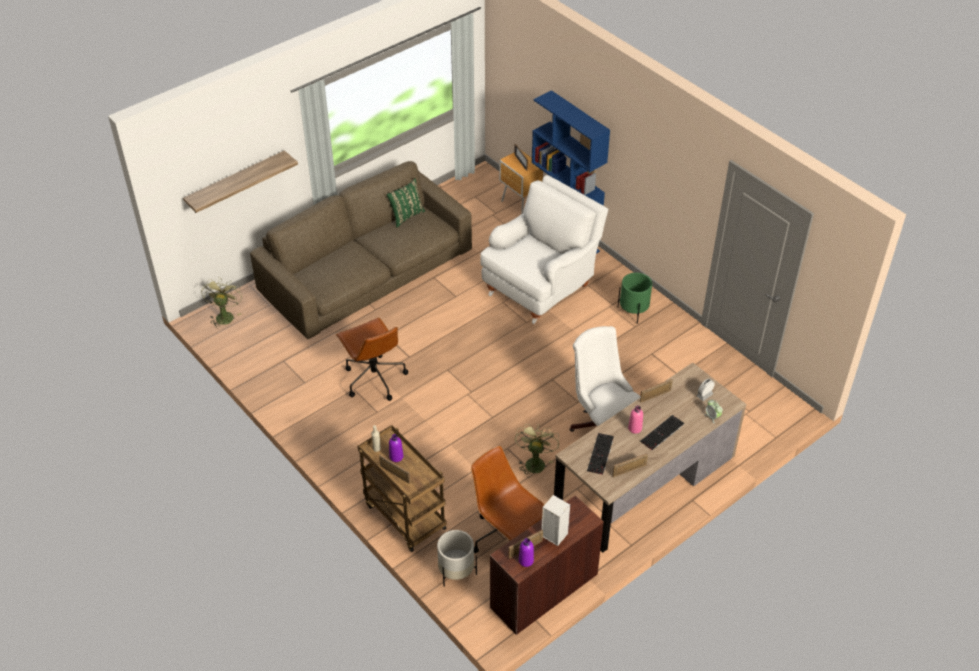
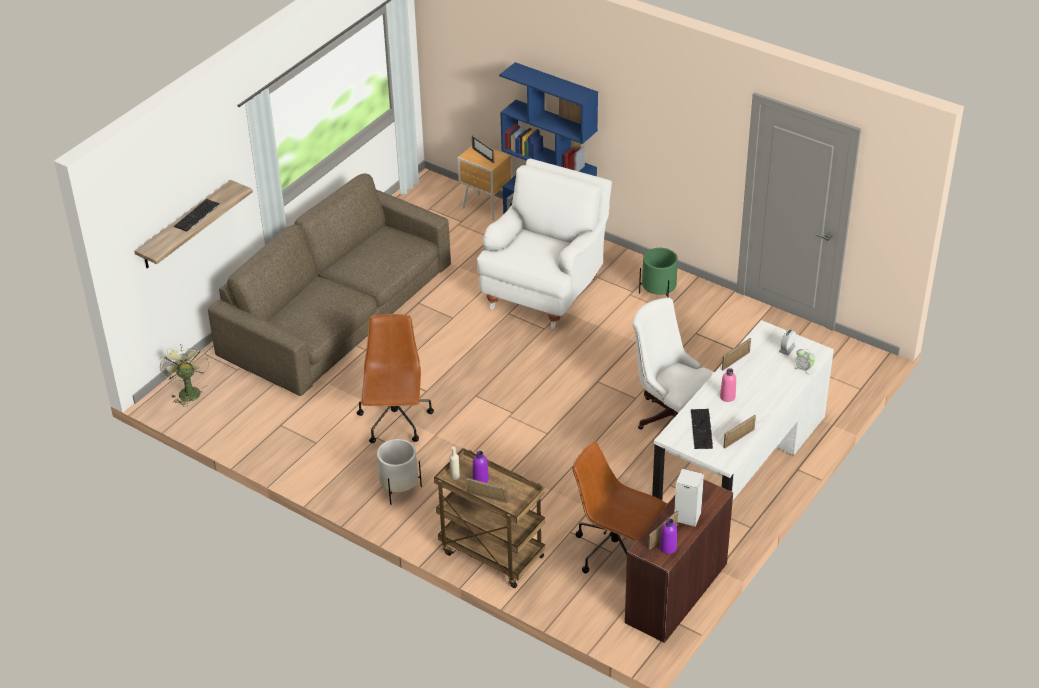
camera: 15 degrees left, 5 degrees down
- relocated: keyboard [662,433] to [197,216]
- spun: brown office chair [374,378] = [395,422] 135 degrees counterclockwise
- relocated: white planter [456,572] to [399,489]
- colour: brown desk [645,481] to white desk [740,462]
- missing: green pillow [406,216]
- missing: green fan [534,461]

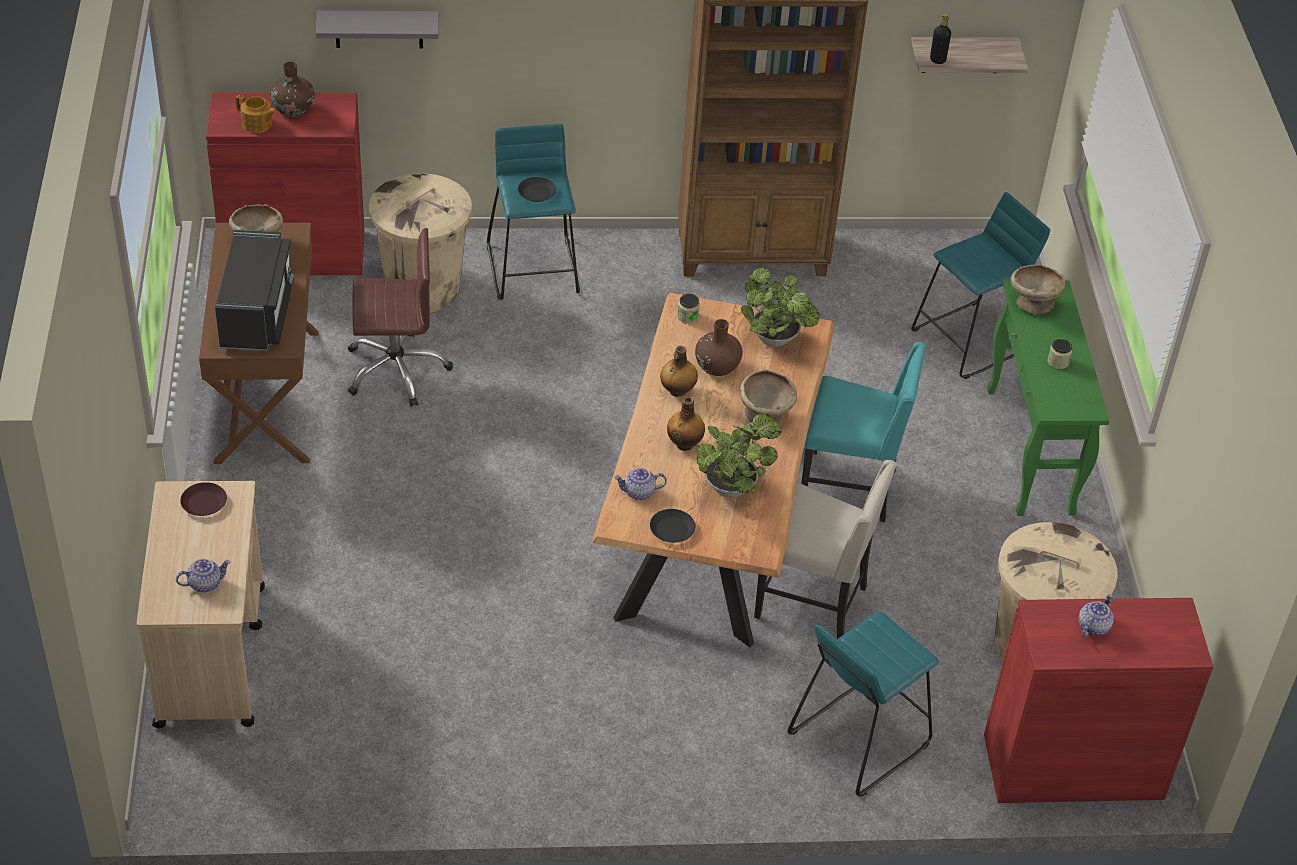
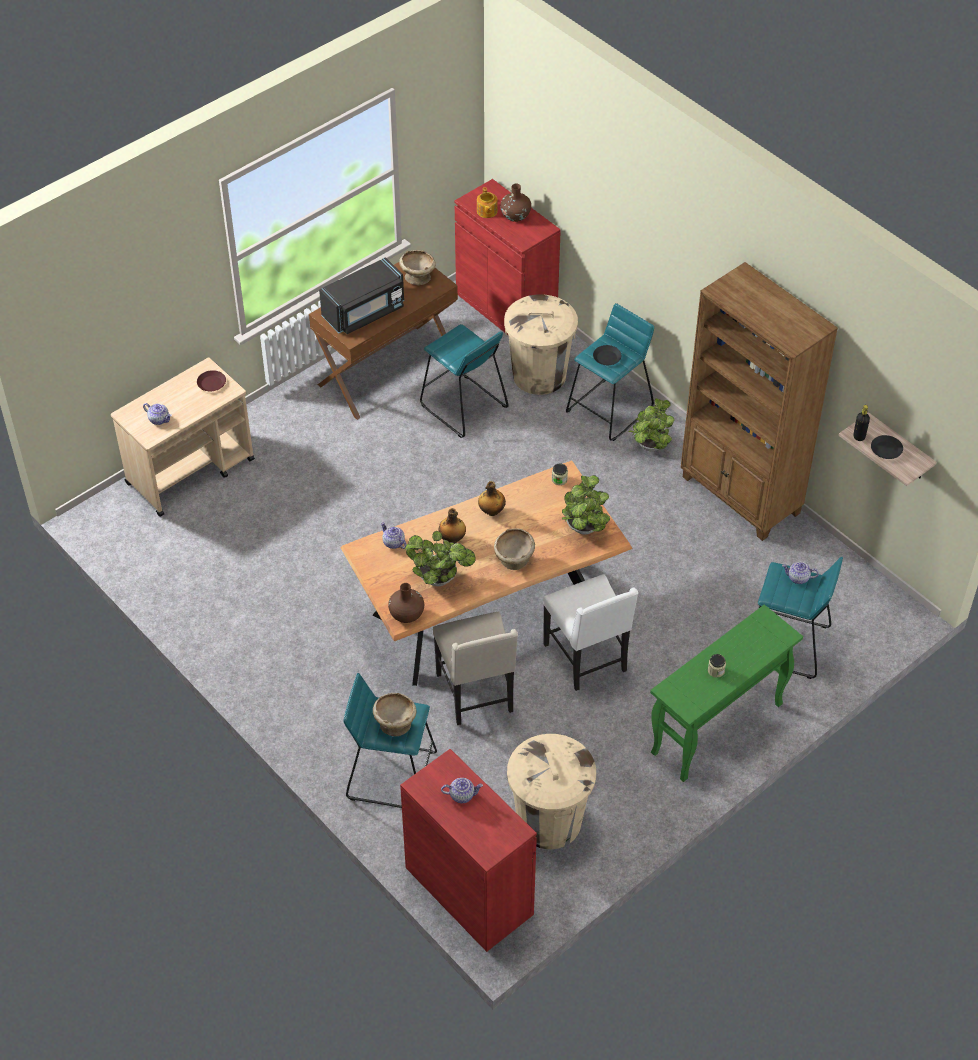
camera: 55 degrees right, 5 degrees up
- relocated: beige bowl [1032,303] to [395,723]
- relocated: brown vase [717,367] to [406,614]
- exchanged: brown office chair [396,369] to turquoise stool [463,406]
- colour: turquoise chair [850,488] to white chair [587,658]
- appeared: potted plant [650,447]
- appeared: teapot [798,578]
- relocated: black plate [672,529] to [886,449]
- missing: grey shelf [379,29]

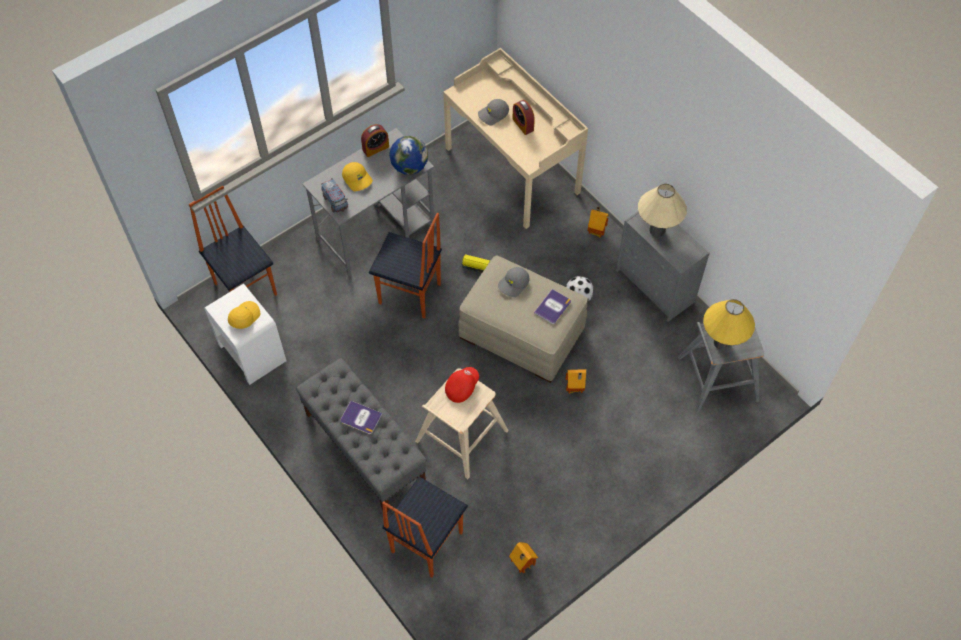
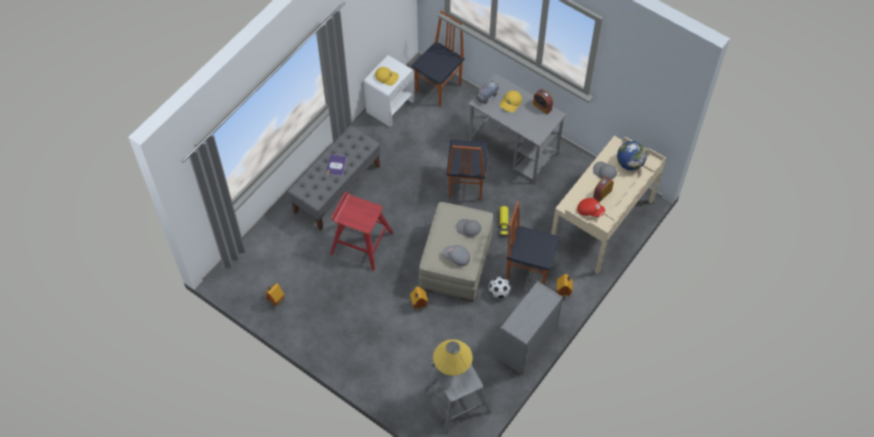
camera: 75 degrees right, 0 degrees up
- colour: beige stool [461,436] to red stool [361,243]
- exchanged: book [553,307] to grey cap [456,258]
- relocated: chair [425,542] to [528,269]
- relocated: red cap [461,387] to [590,210]
- relocated: globe [409,167] to [629,163]
- missing: beige table lamp [657,230]

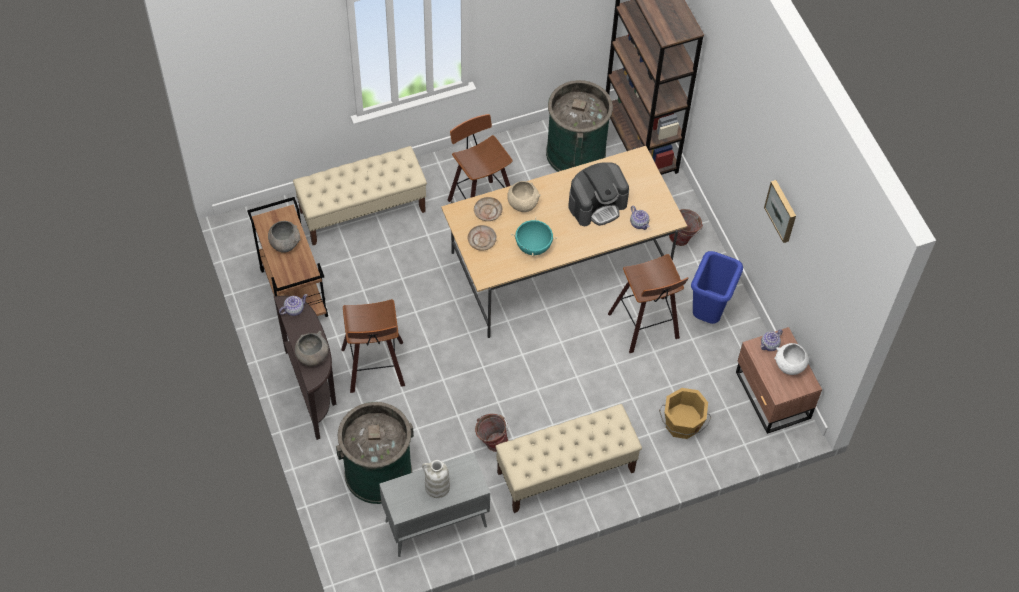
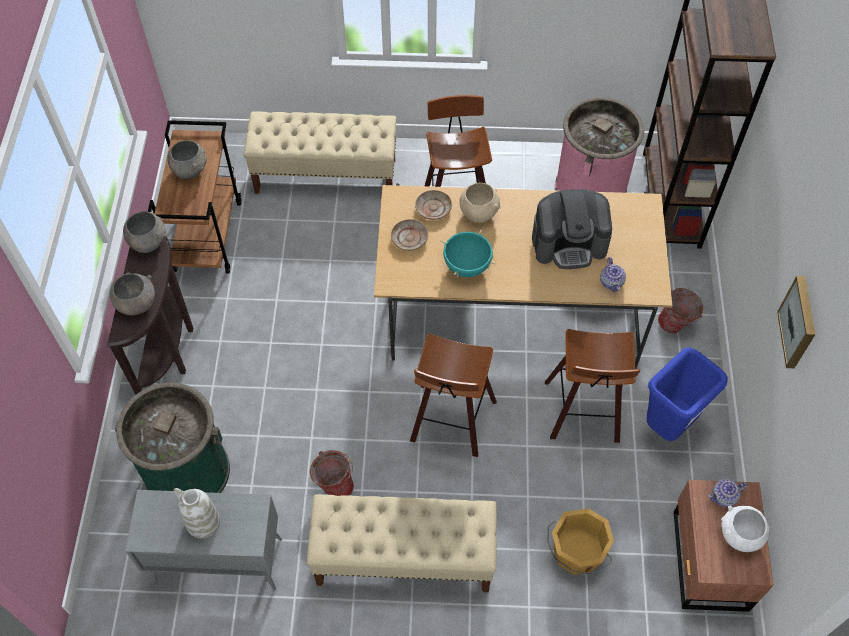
camera: 25 degrees right, 0 degrees up
- exchanged: teapot [294,309] to grey bowl [148,243]
- relocated: stool [375,369] to [451,423]
- colour: green trash can [575,153] to pink trash can [590,189]

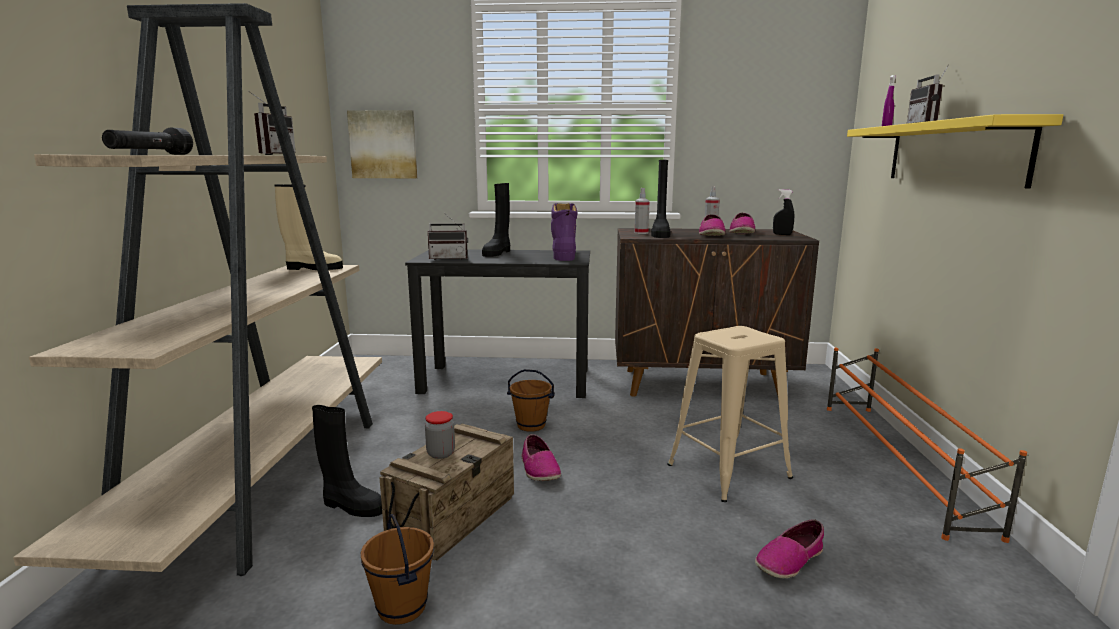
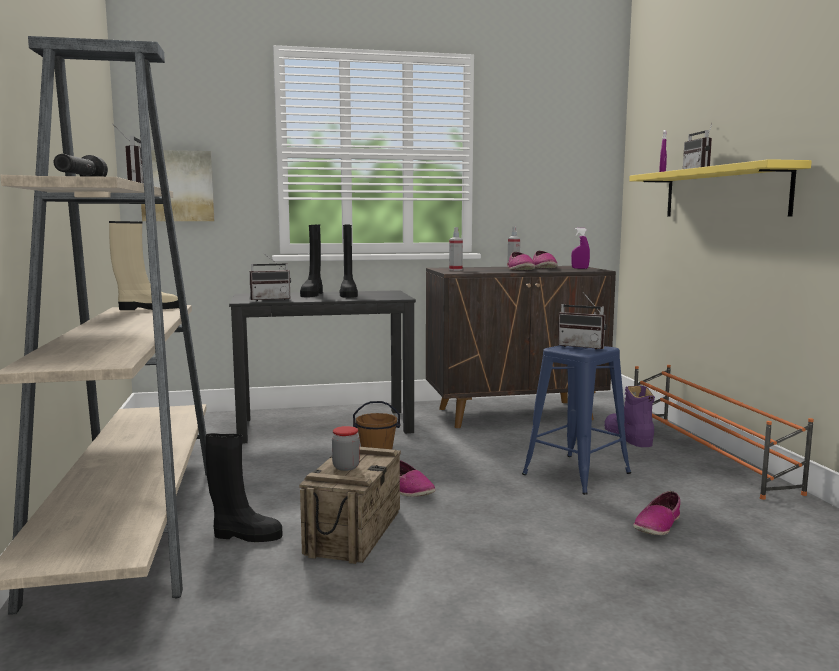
camera: 15 degrees left, 5 degrees down
- relocated: black boot [660,234] to [348,295]
- colour: beige stool [729,471] to blue stool [576,474]
- appeared: radio [582,346]
- colour: black spray bottle [782,234] to purple spray bottle [580,268]
- relocated: purple boot [564,255] to [628,436]
- missing: brown bucket [401,608]

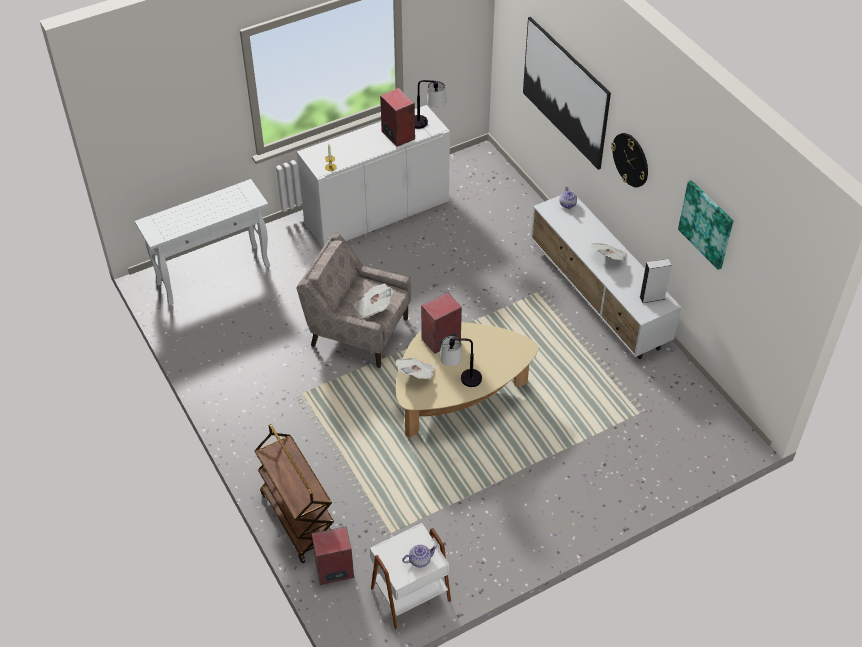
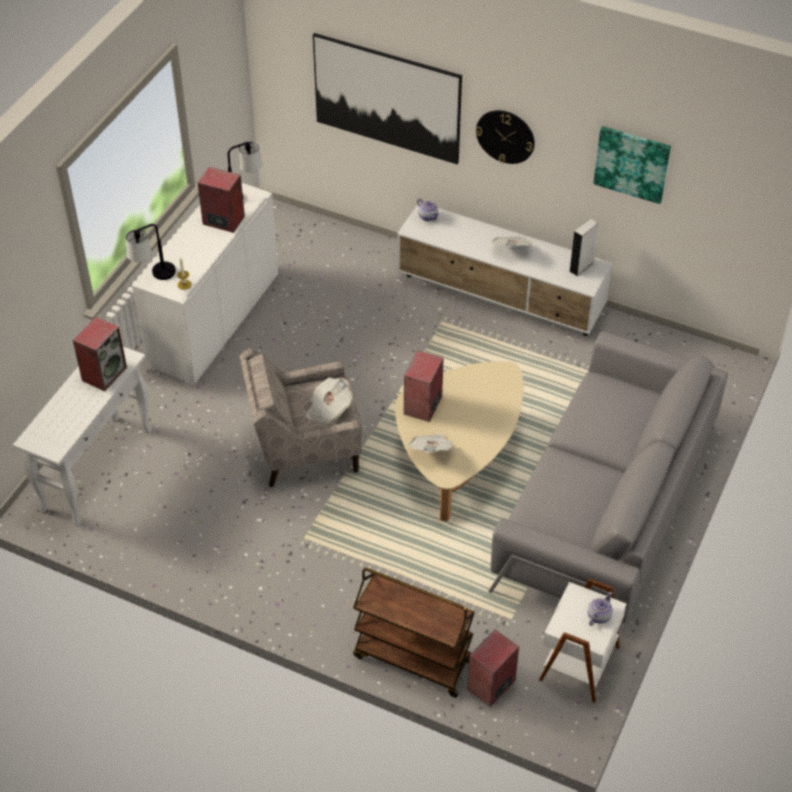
camera: 35 degrees left, 0 degrees up
- appeared: speaker [104,373]
- relocated: table lamp [460,379] to [154,277]
- appeared: grey sofa [606,506]

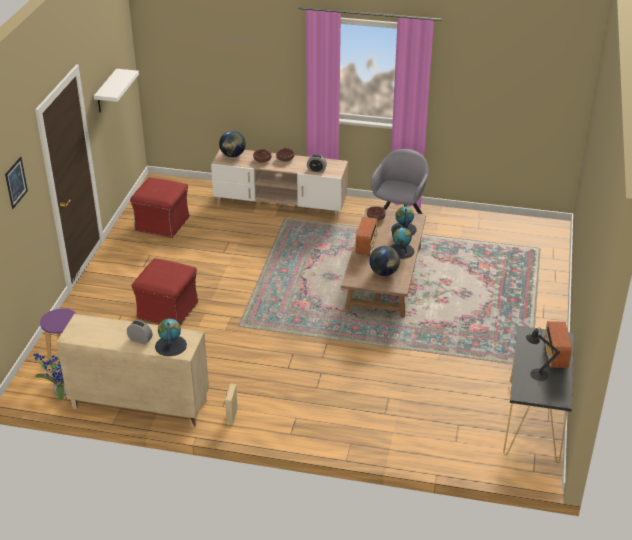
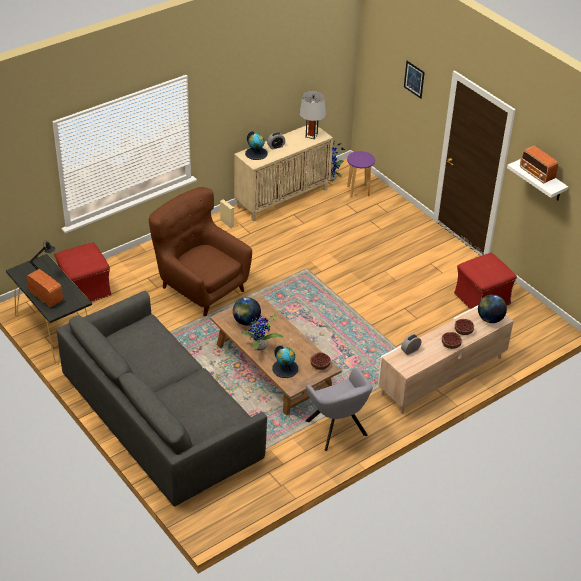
camera: 130 degrees right, 5 degrees up
- relocated: red ottoman [167,311] to [85,289]
- appeared: grey sofa [160,414]
- appeared: brown armchair [201,287]
- exchanged: globe [401,251] to potted plant [260,347]
- appeared: grey table lamp [311,135]
- relocated: radio [366,245] to [537,174]

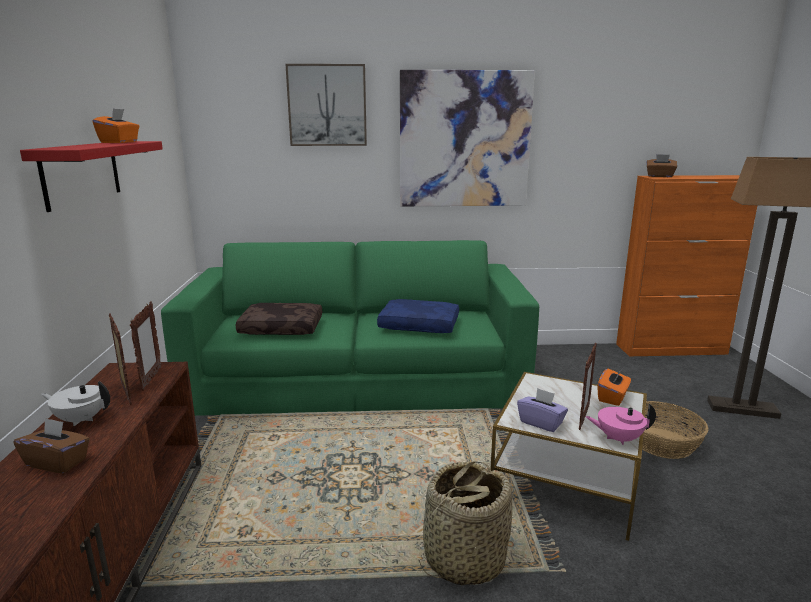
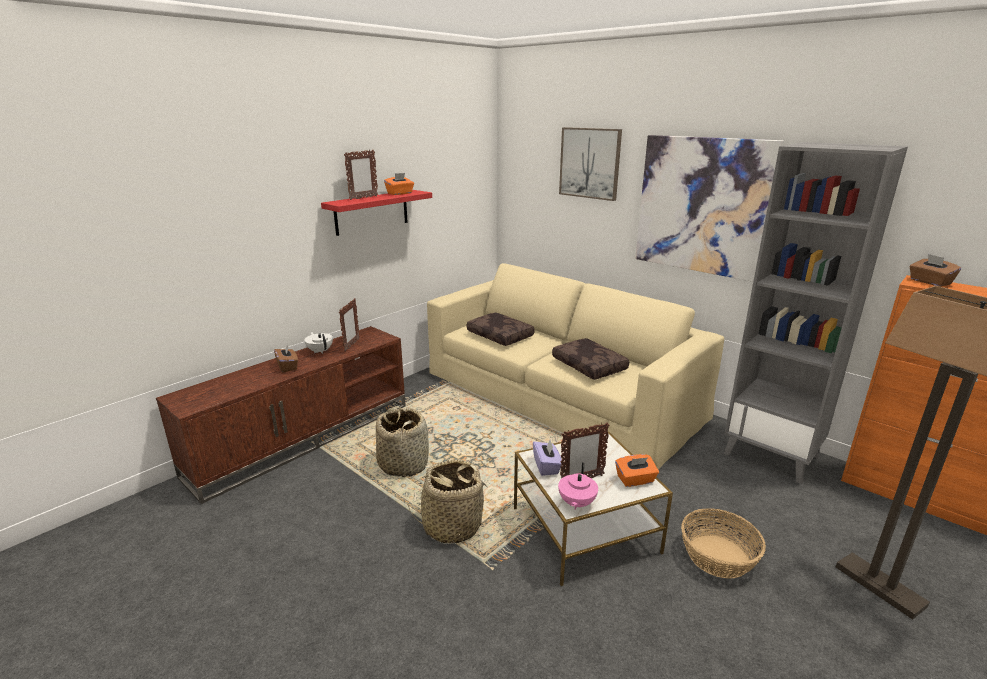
camera: 45 degrees right, 5 degrees up
- relocated: picture frame [151,379] to [363,198]
- appeared: basket [403,464]
- colour: green sofa [358,377] to beige sofa [560,392]
- colour: blue pillow [420,325] to brown pillow [590,366]
- spun: pink teapot [618,438] = [576,503] 120 degrees counterclockwise
- appeared: grey bookcase [772,455]

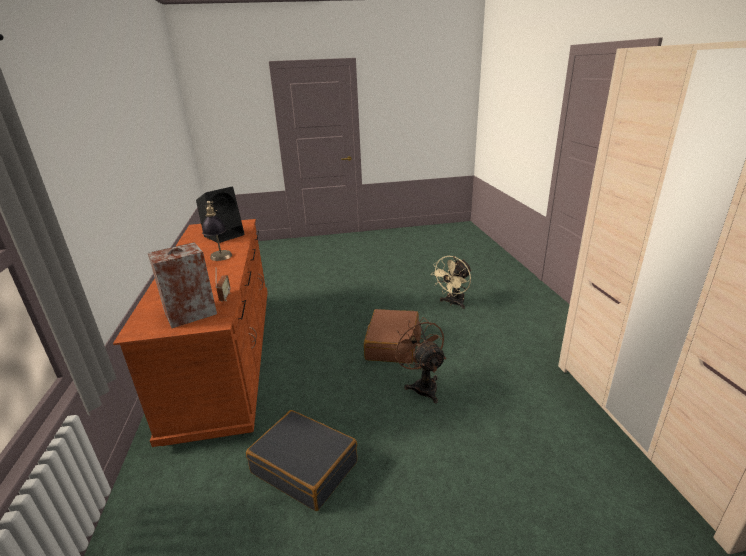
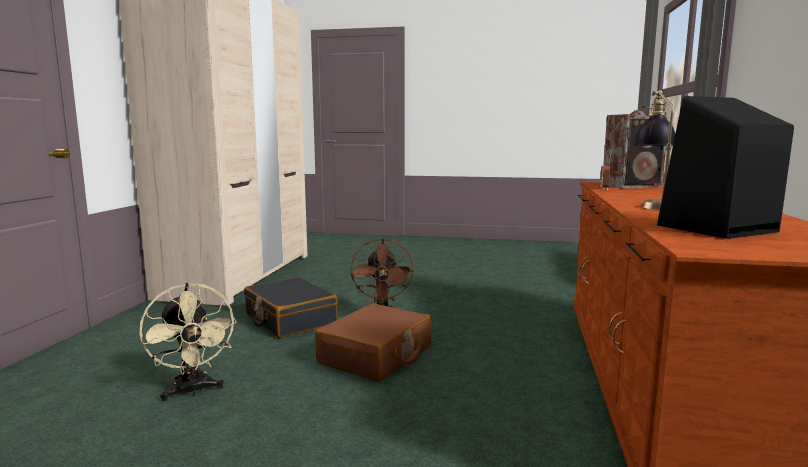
camera: 160 degrees left, 15 degrees down
- spun: beige fan [453,303] = [192,391] 90 degrees clockwise
- relocated: black suitcase [305,467] to [290,319]

